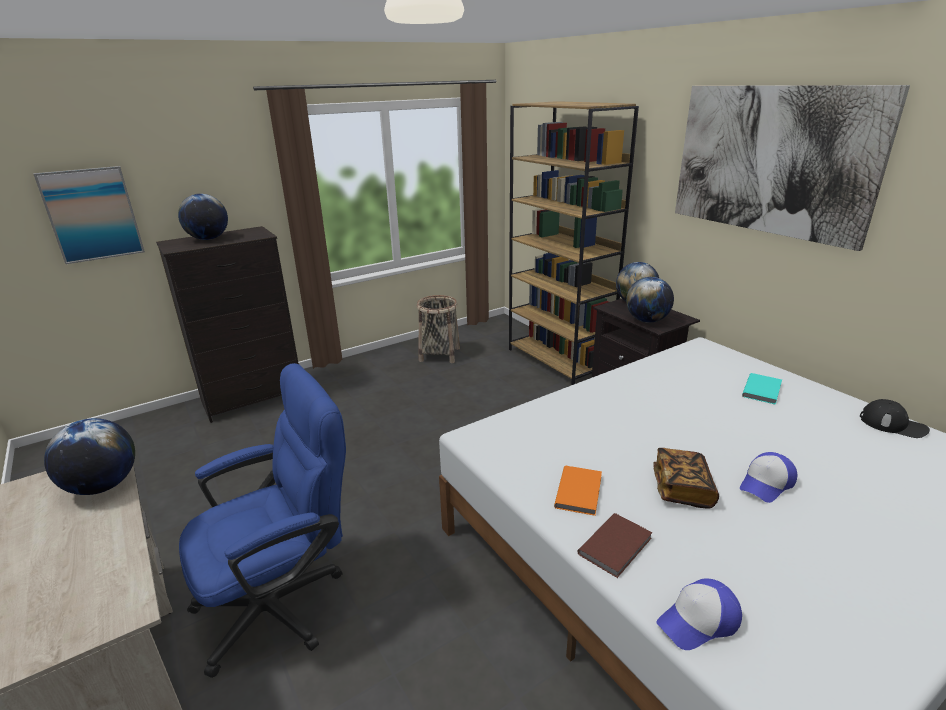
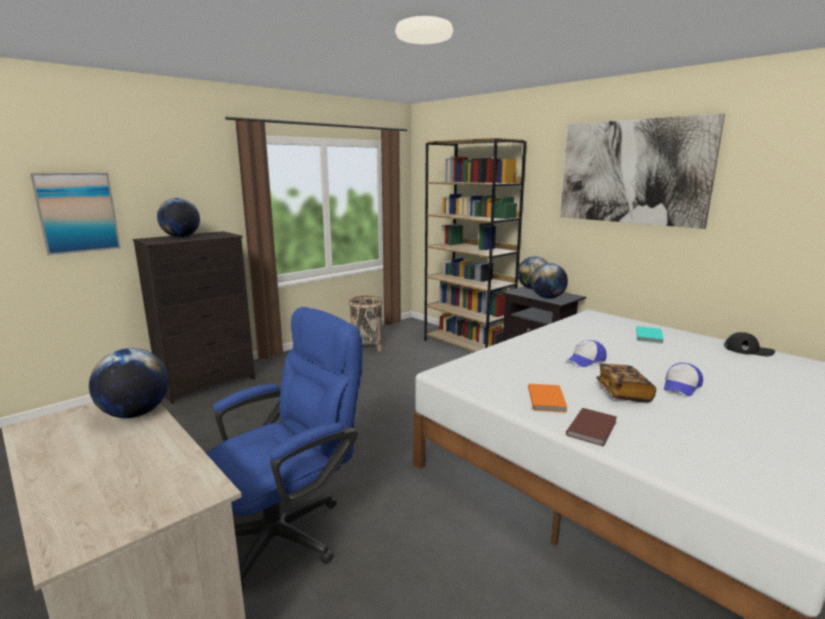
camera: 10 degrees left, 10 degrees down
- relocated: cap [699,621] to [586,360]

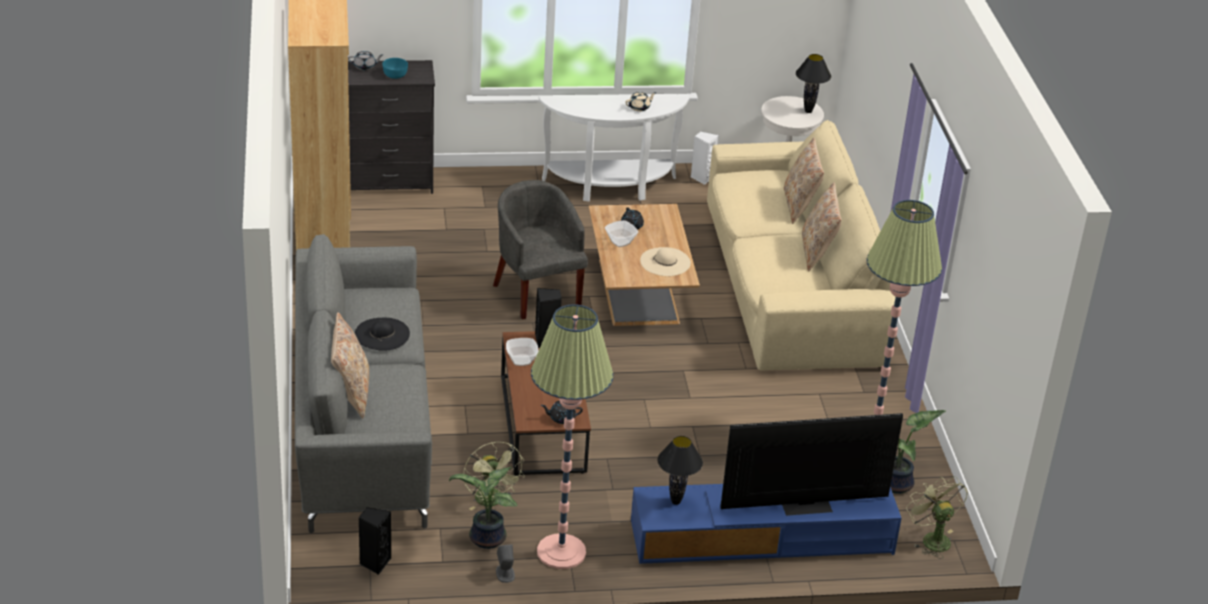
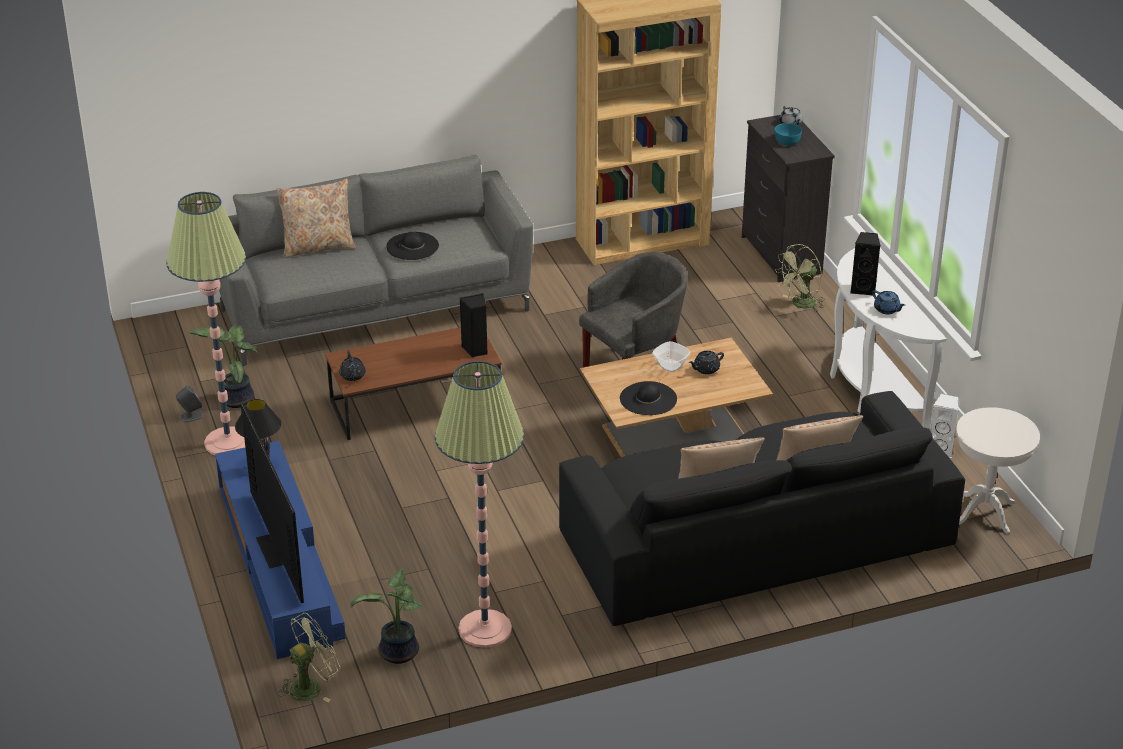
camera: 80 degrees right, 0 degrees up
- colour: beige sofa [789,283] to black sofa [754,538]
- colour: beige hat [665,262] to black hat [648,399]
- relocated: green fan [492,501] to [800,304]
- relocated: black speaker [374,563] to [863,289]
- colour: beige teapot [639,107] to blue teapot [887,310]
- missing: bowl [521,360]
- missing: black table lamp [808,111]

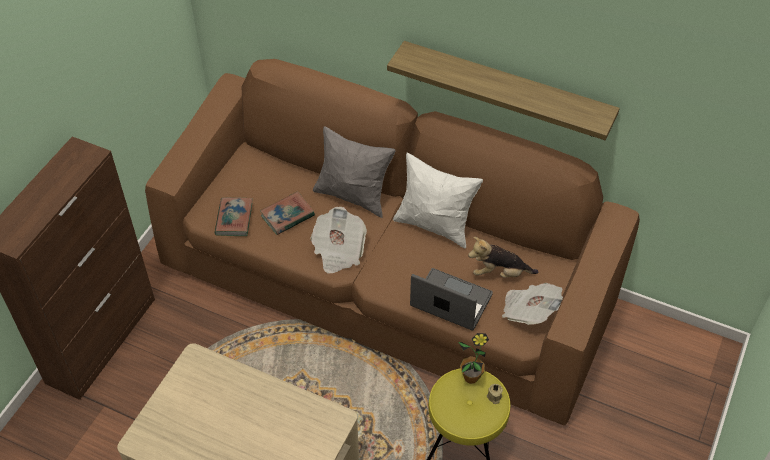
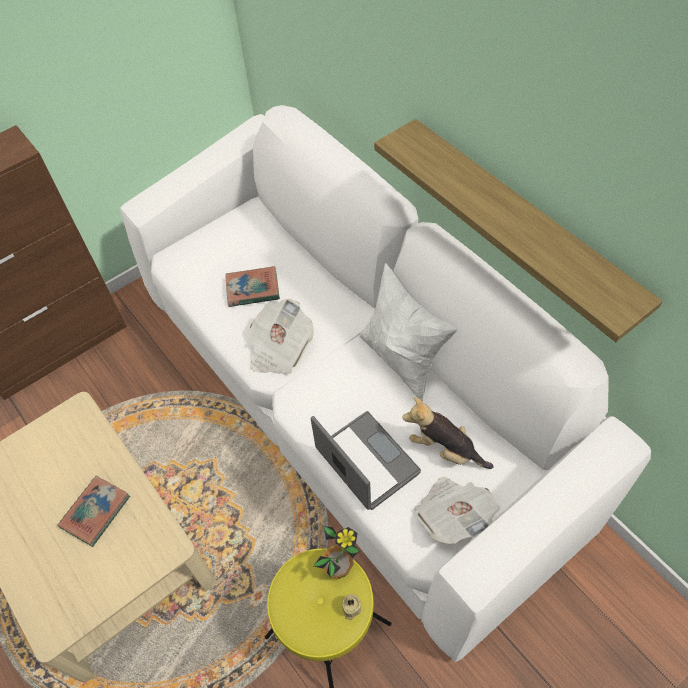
camera: 30 degrees right, 5 degrees up
- relocated: book [234,219] to [95,512]
- colour: brown sofa [386,286] to white sofa [350,402]
- missing: grey pillow [353,196]

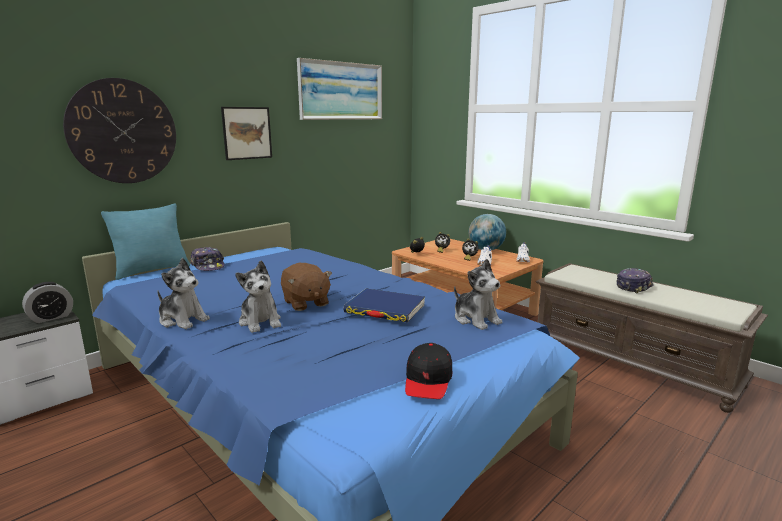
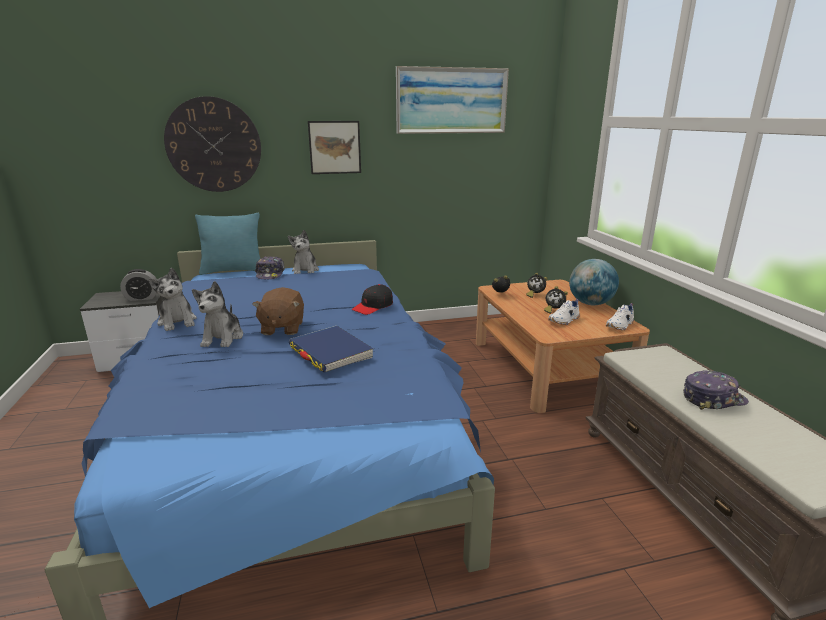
camera: 30 degrees right, 5 degrees up
- relocated: plush toy [476,319] to [305,270]
- relocated: black cap [428,380] to [373,306]

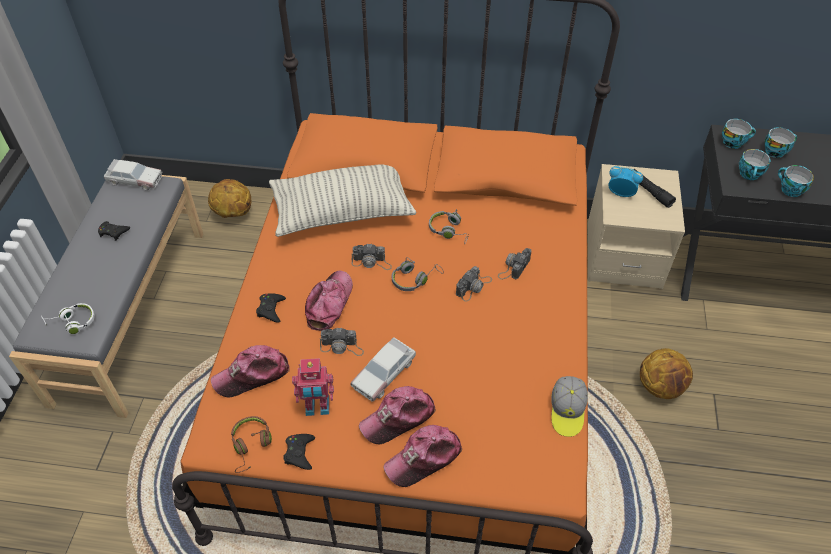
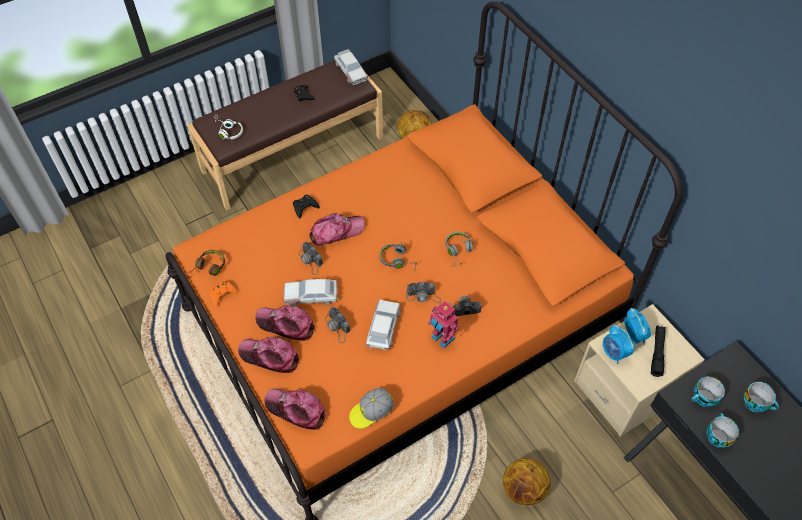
camera: 50 degrees right, 5 degrees up
- colour: grey bench [130,313] to brown bench [292,153]
- colour: black game controller [299,453] to orange game controller [222,294]
- relocated: cap [252,375] to [296,410]
- relocated: photo camera [371,262] to [337,327]
- appeared: toy car [383,328]
- relocated: toy robot [317,407] to [441,339]
- appeared: alarm clock [614,353]
- missing: pillow [342,211]
- missing: cup [733,142]

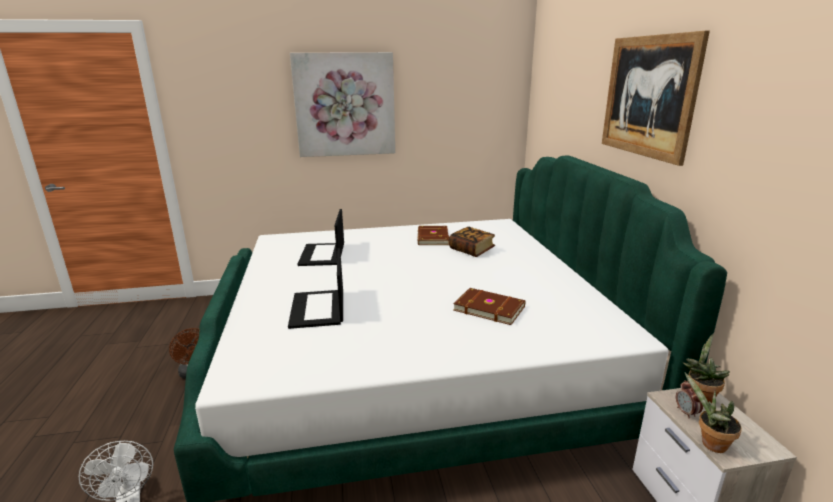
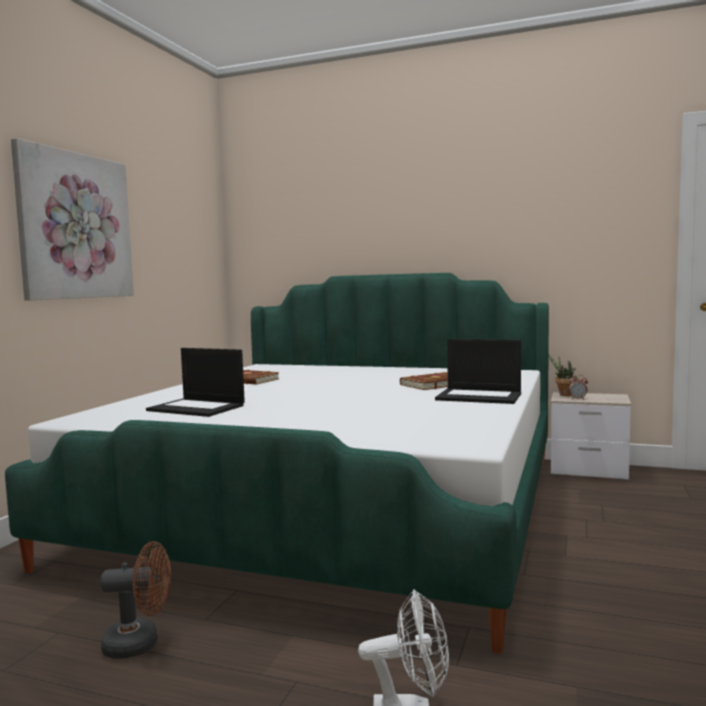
camera: 60 degrees left, 15 degrees down
- relocated: laptop [318,309] to [480,396]
- missing: book [471,250]
- missing: picture [648,96]
- missing: potted plant [710,444]

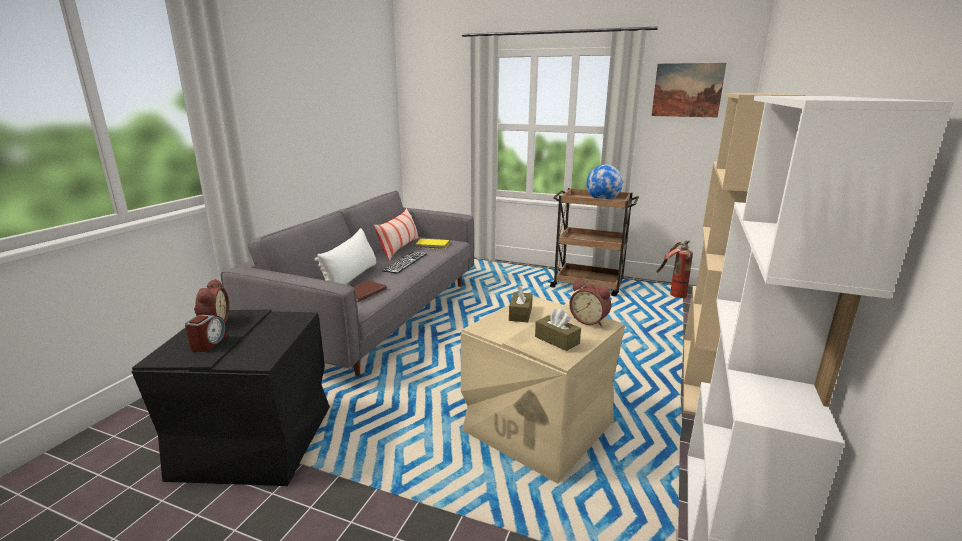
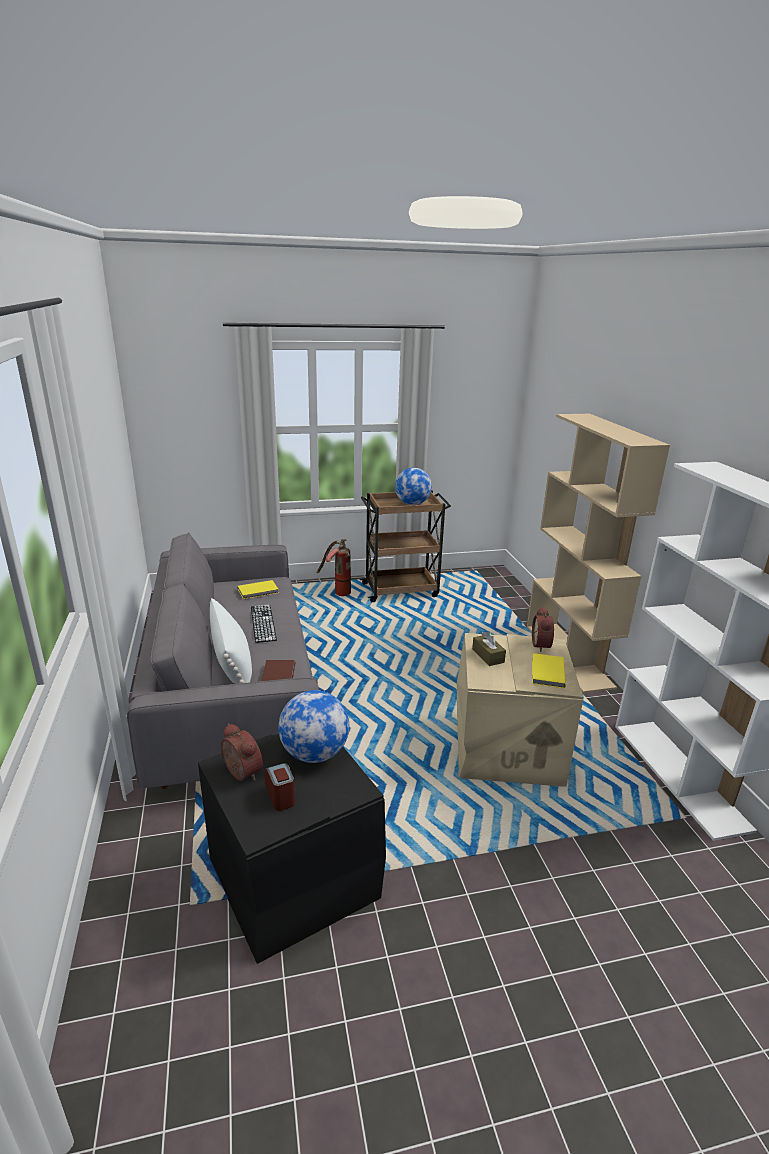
camera: 35 degrees left, 5 degrees up
- appeared: globe [314,754]
- relocated: fire extinguisher [672,293] to [336,592]
- spun: alarm clock [589,320] = [542,645] 90 degrees clockwise
- exchanged: brown tissue box [557,340] to yellow book [546,672]
- missing: pillow [399,248]
- missing: picture [687,90]

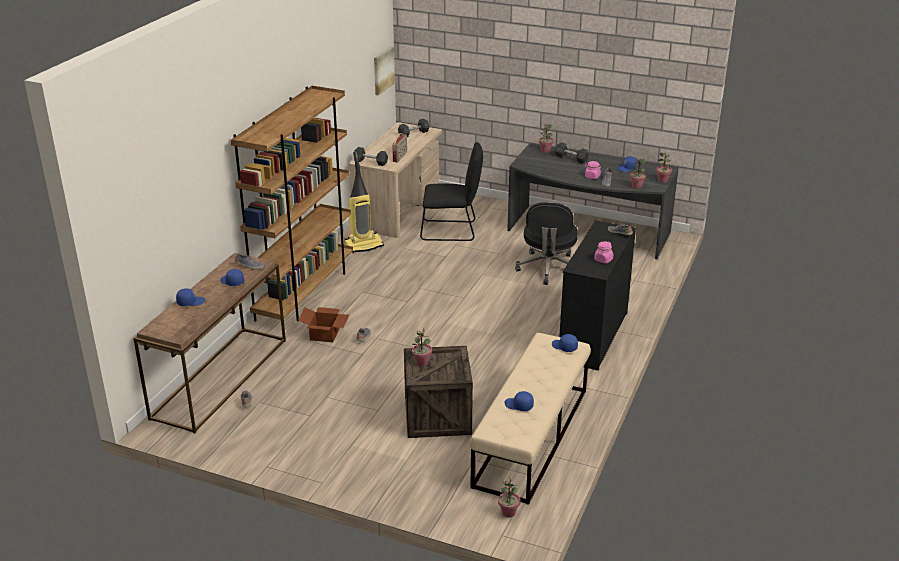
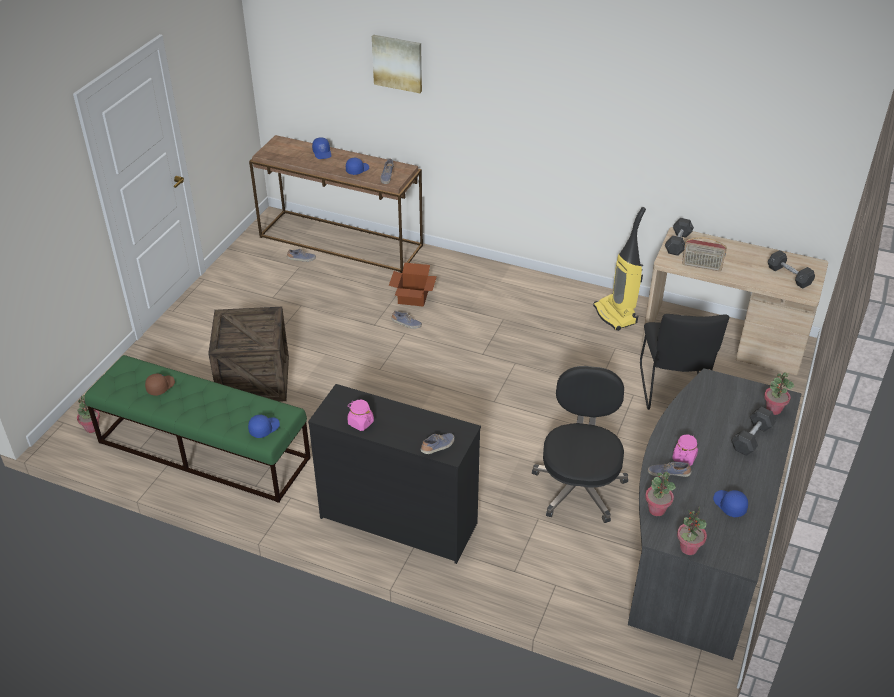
camera: 90 degrees right, 10 degrees up
- colour: beige bench [531,437] to green bench [203,450]
- colour: blue cap [518,405] to brown cap [160,386]
- relocated: picture [383,70] to [398,63]
- spun: black office chair [548,268] = [579,486] 90 degrees clockwise
- missing: brown bookcase [305,292]
- missing: potted plant [422,363]

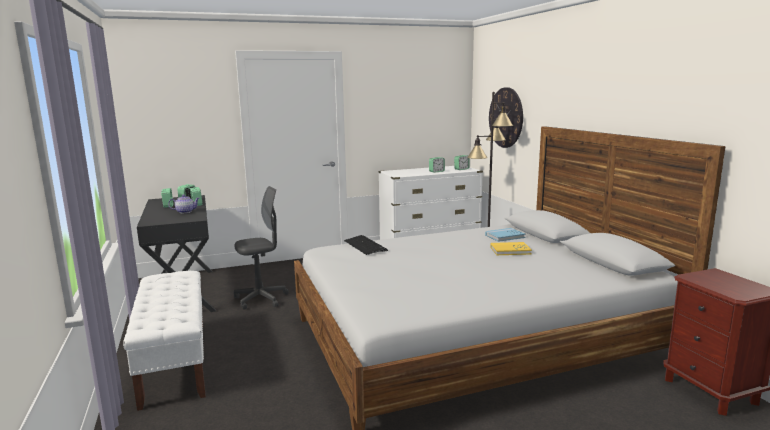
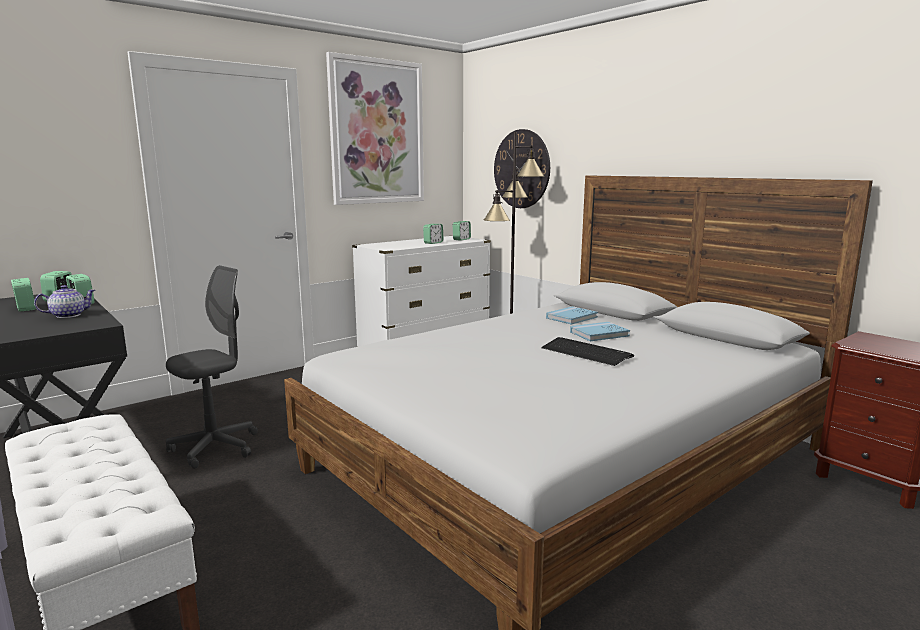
camera: 20 degrees left, 0 degrees up
- appeared: picture [377,132]
- relocated: keyboard [365,246] to [586,352]
- colour: yellow book [510,250] to blue book [599,334]

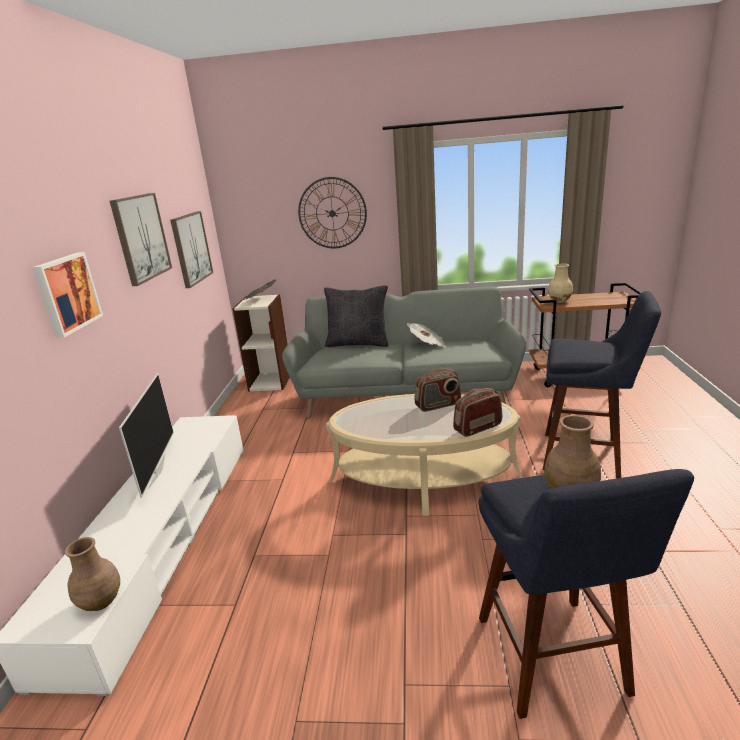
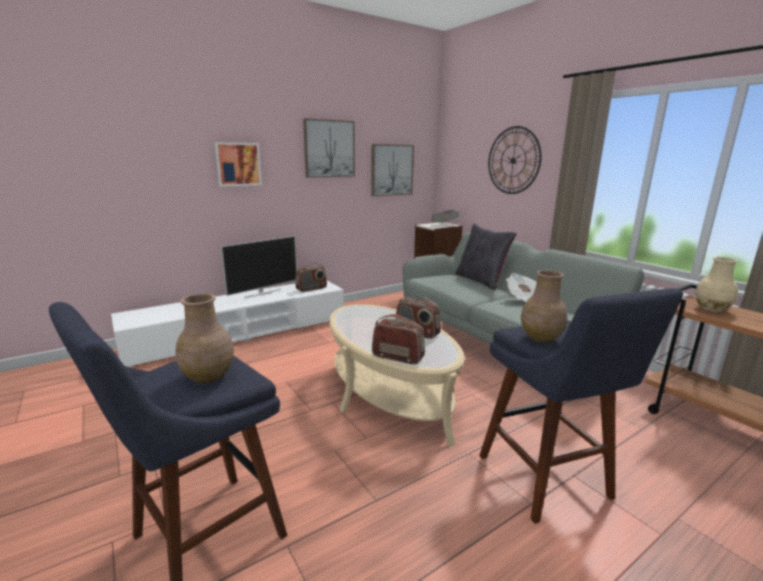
camera: 50 degrees right, 5 degrees down
- appeared: radio [311,289]
- relocated: brown vase [101,602] to [541,338]

